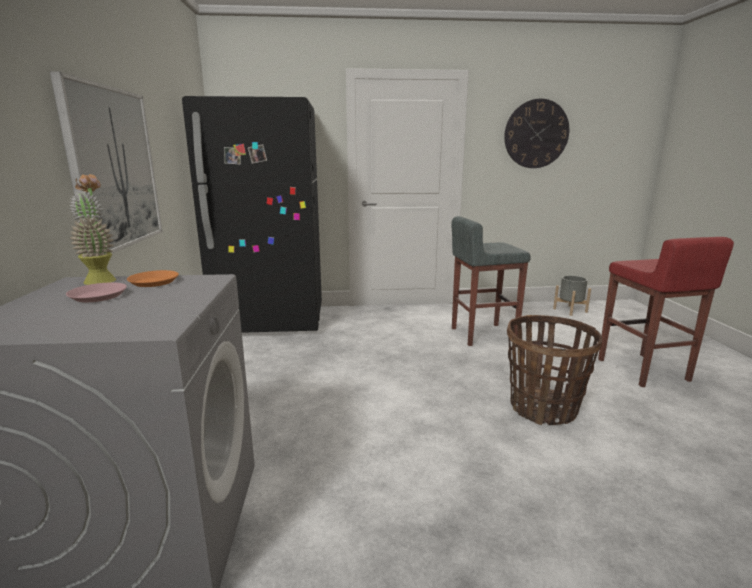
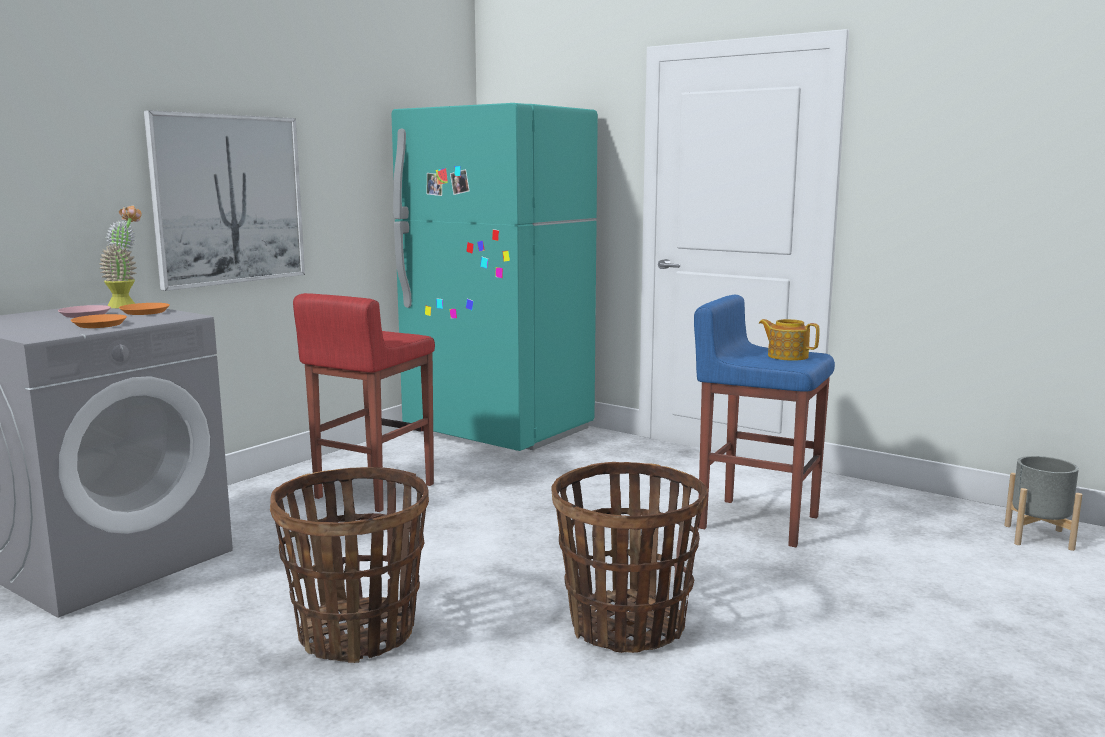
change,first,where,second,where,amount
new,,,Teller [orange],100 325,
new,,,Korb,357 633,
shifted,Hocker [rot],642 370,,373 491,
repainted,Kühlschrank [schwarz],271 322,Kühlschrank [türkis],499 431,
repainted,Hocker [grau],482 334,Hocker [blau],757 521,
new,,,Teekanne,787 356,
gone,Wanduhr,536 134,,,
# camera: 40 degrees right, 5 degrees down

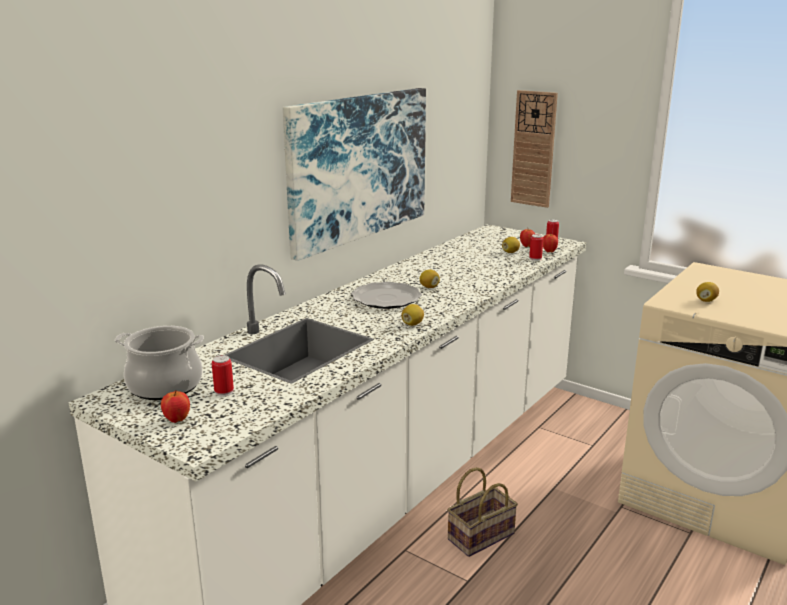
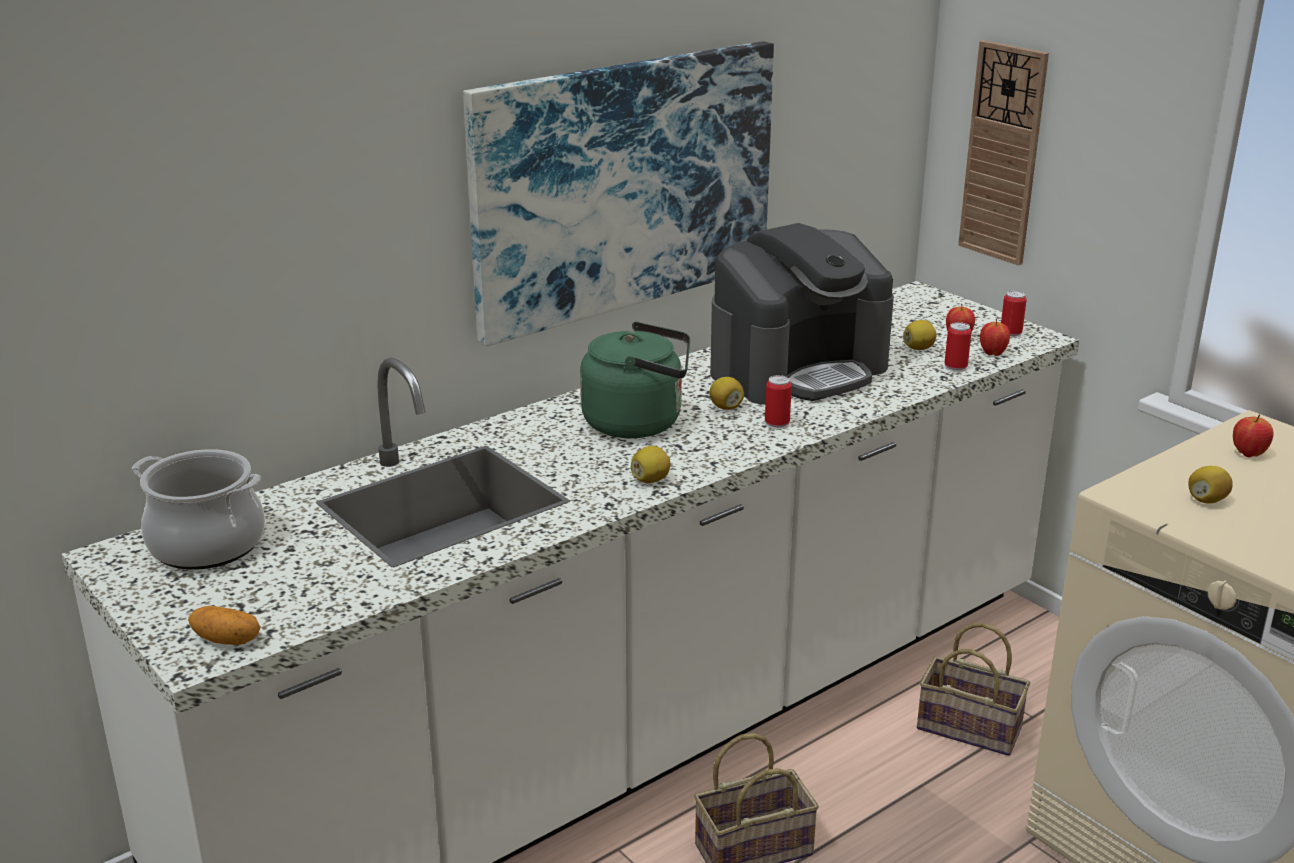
change,first,where,second,where,amount
new,,,Kartoffel,227 640,
swapped,Teller,386 298,Wasserkessel [grün],639 423,
new,,,Kaffeemaschine,798 369,
shifted,Dose,224 392,,777 424,
new,,,Korb,972 728,
shifted,Apfel,177 420,,1248 454,
# camera: 15 degrees right, 5 degrees up

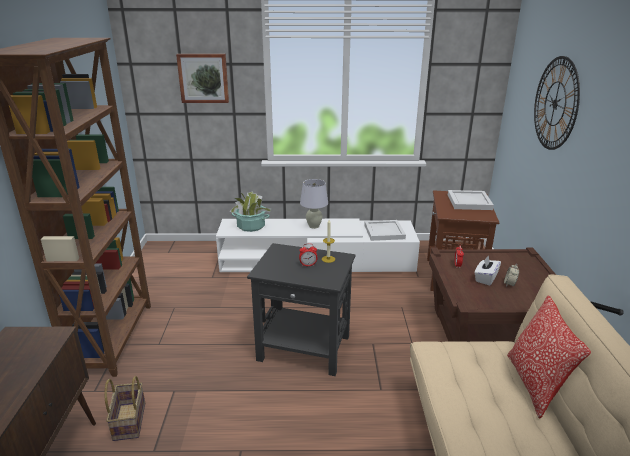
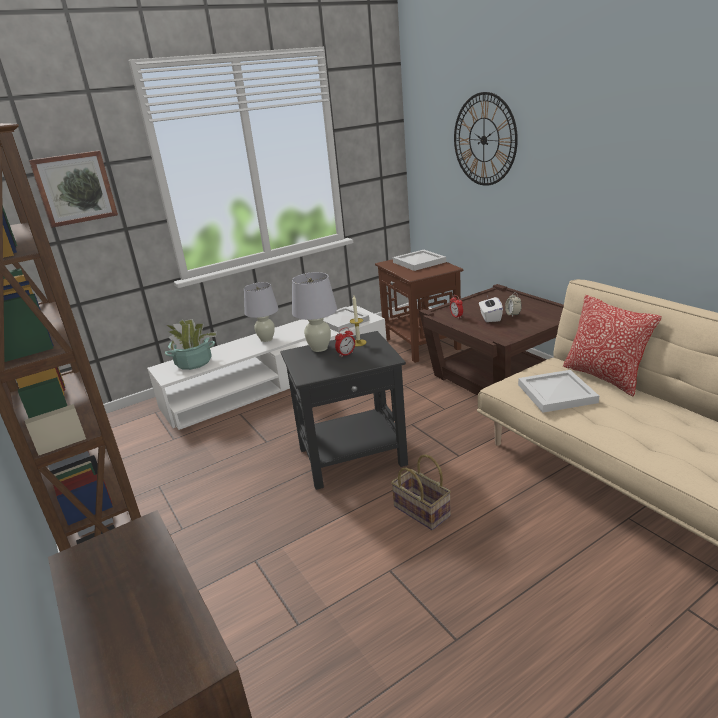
change,first,where,second,where,amount
new,,,Tischlampe [weiß],319 348,
shifted,Korb,128 420,,420 511,
new,,,Tablett [weiß],556 394,
# camera: 30 degrees left, 0 degrees up

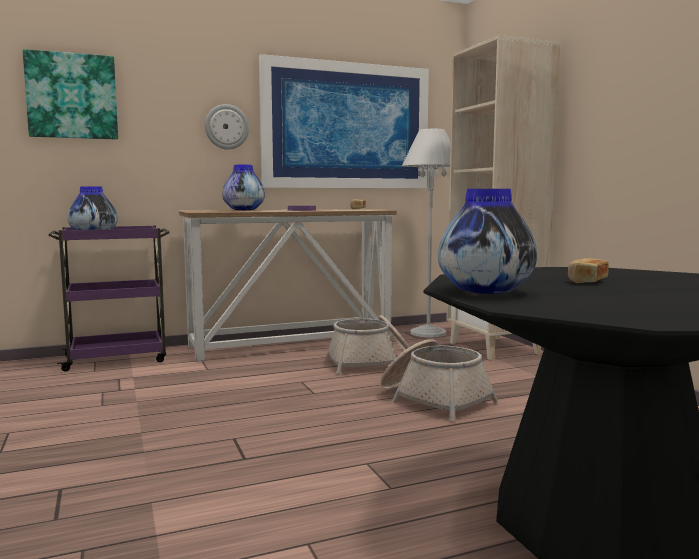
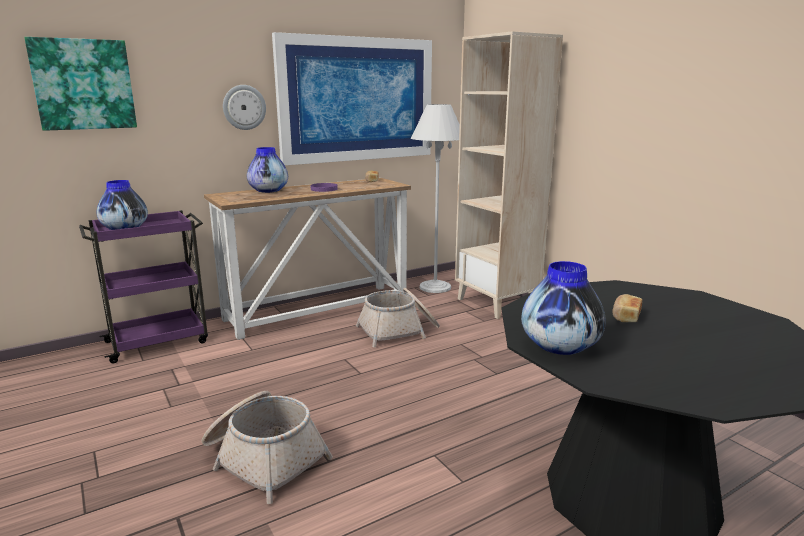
change,first,where,second,where,amount
shifted,Korb,434 399,,263 458,
# camera: 10 degrees left, 10 degrees up

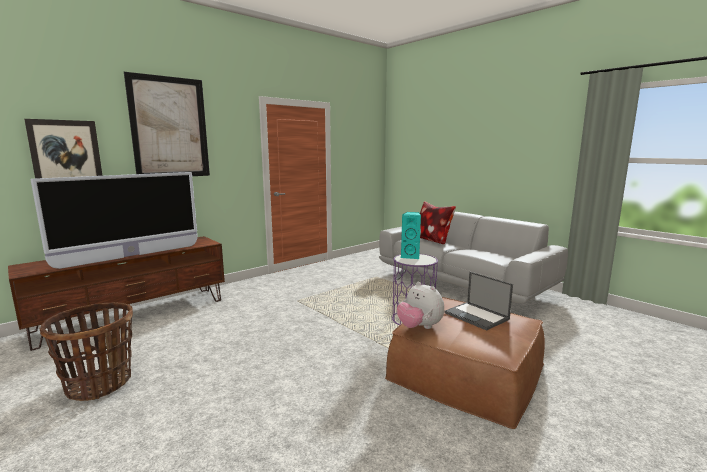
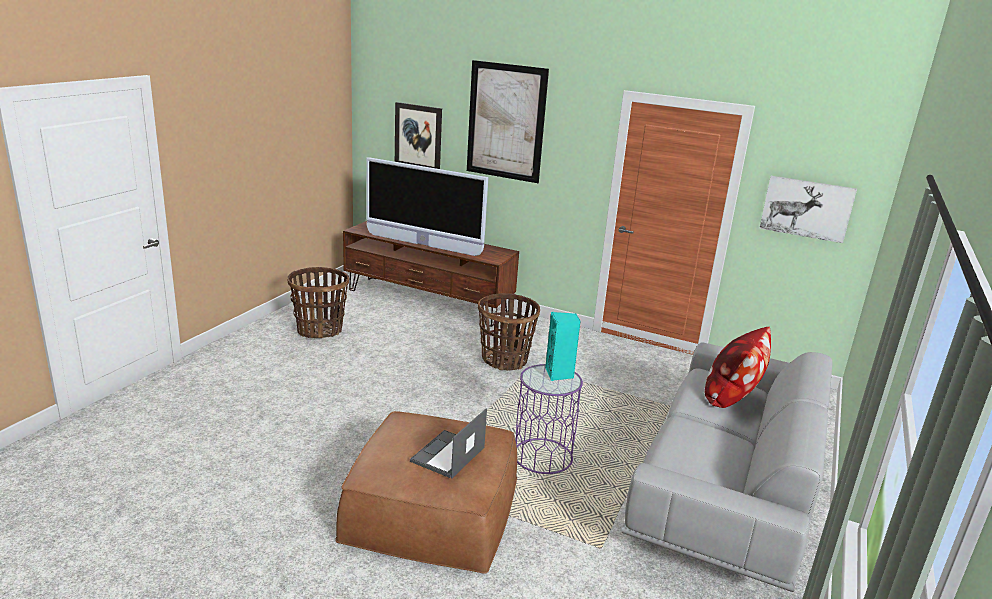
change,first,where,second,where,amount
new,,,Korb,505 360,
new,,,Bild,806 208,
gone,Plüschtier,419 327,,,
# camera: 65 degrees right, 10 degrees up

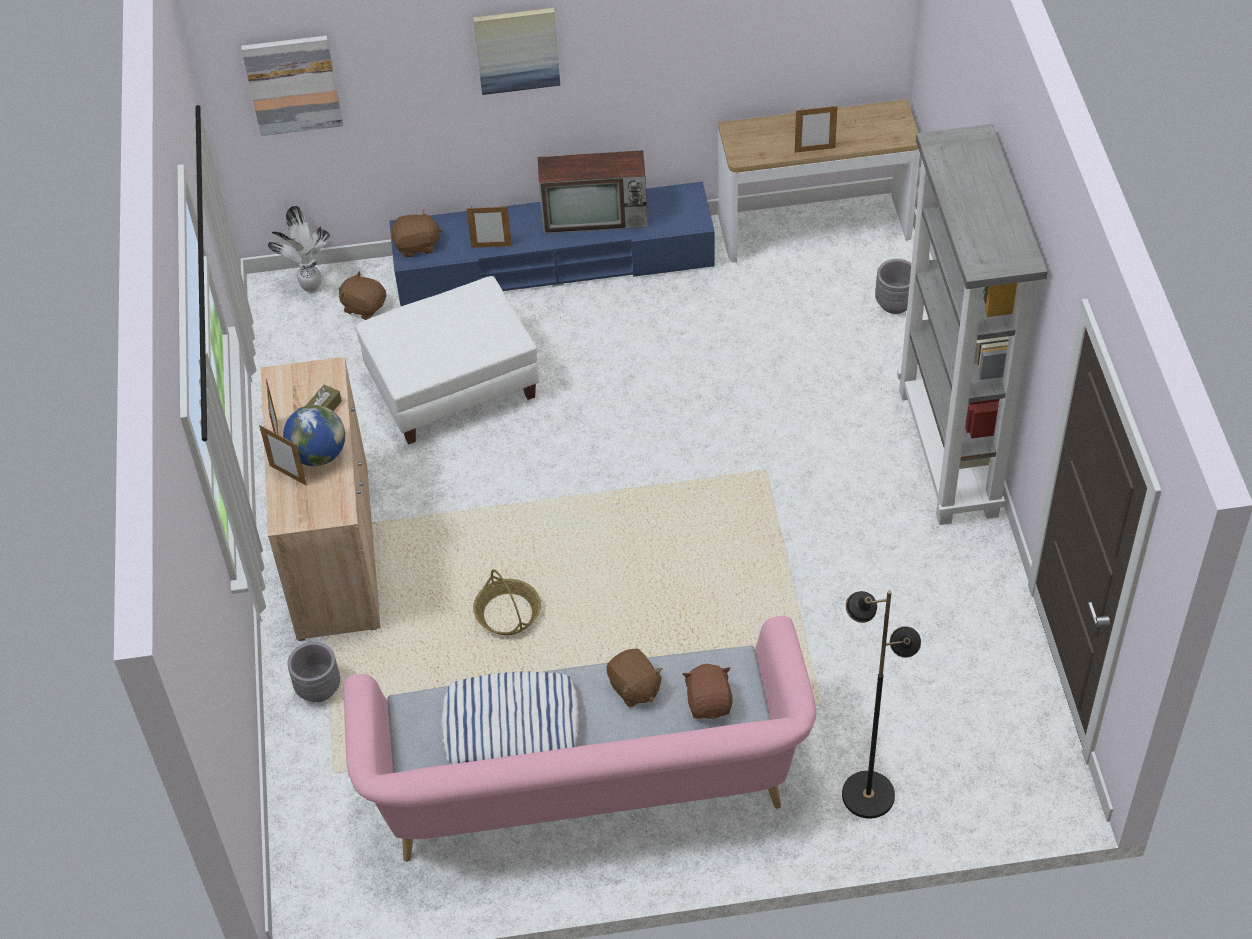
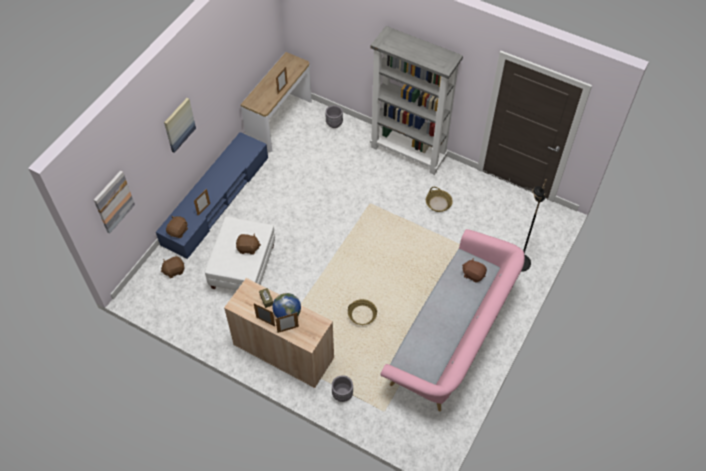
change,first,where,second,where,amount
shifted,Plüschtier [braun],634 688,,248 248,
new,,,Korb,438 203,
gone,Topfpflanze,309 288,,,
gone,Kissen,511 726,,,
gone,Fernseher,596 216,,,
# camera: 55 degrees left, 5 degrees up

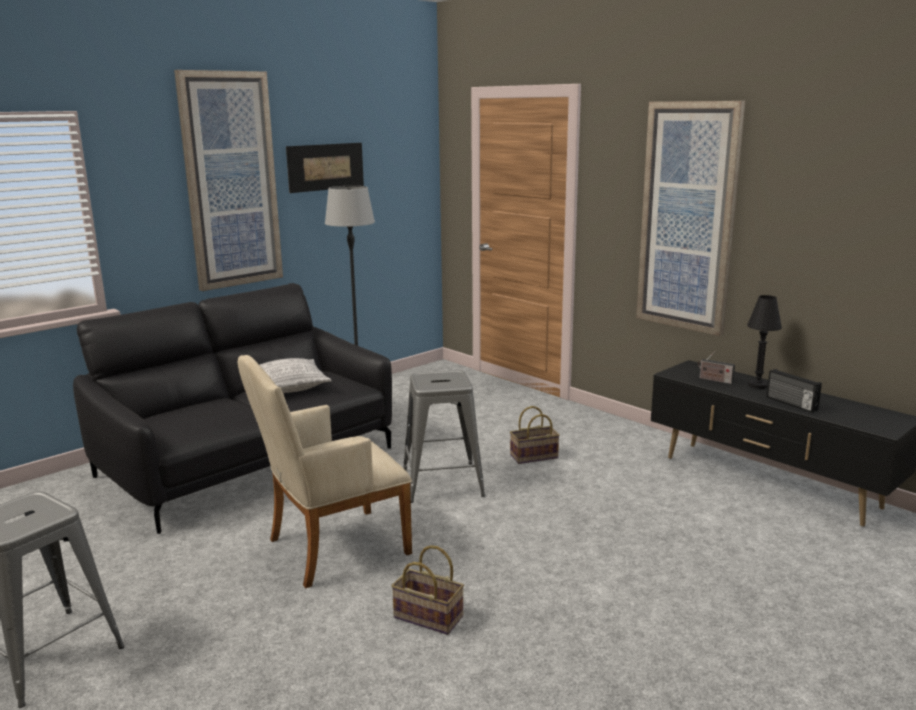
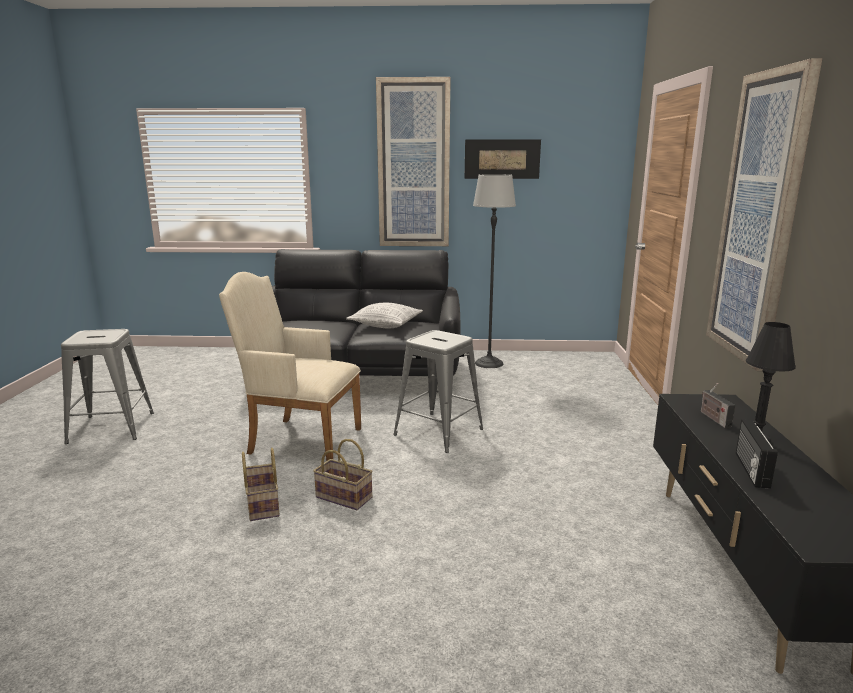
change,first,where,second,where,amount
shifted,Korb,533 457,,342 497,
# camera: 45 degrees right, 0 degrees up

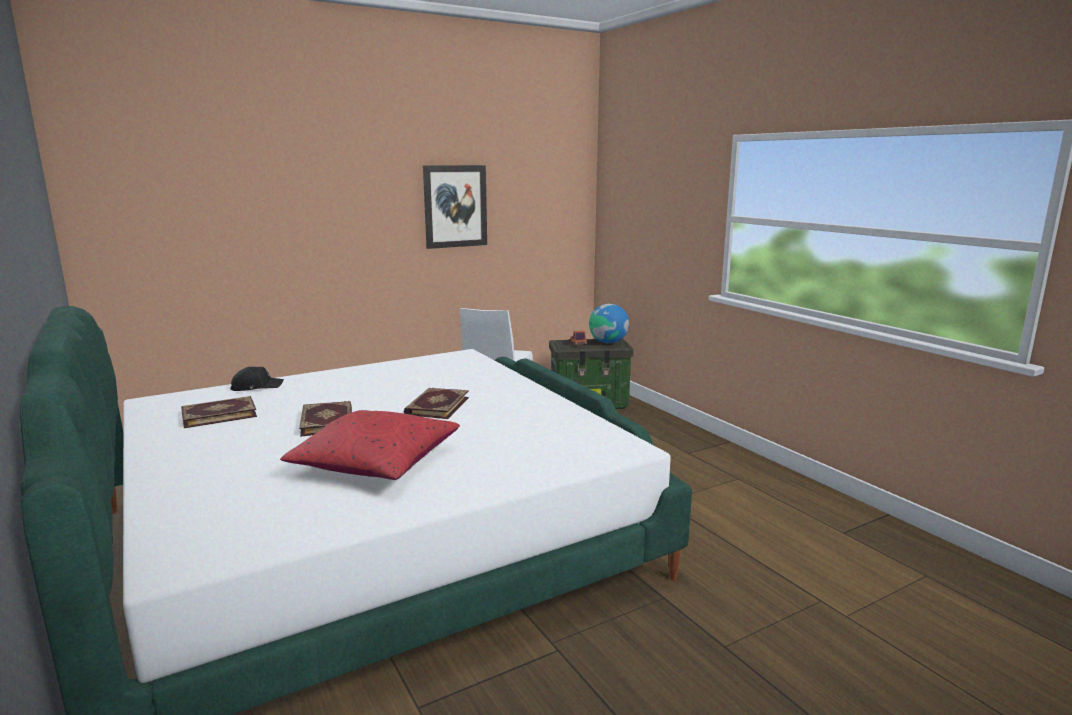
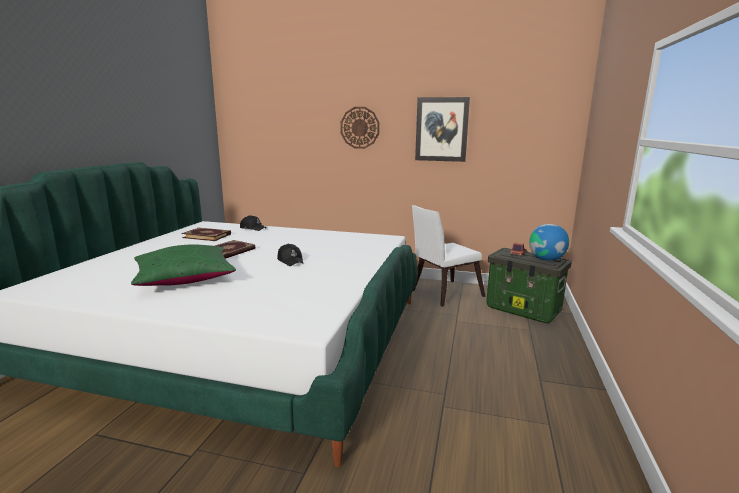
change,first,where,second,where,amount
repainted,Kissen [rot],377 463,Kissen [grün],185 278,
swapped,Buch,436 406,Kappe [schwarz],290 260,
new,,,Wanduhr,360 127,
# camera: 45 degrees right, 0 degrees up

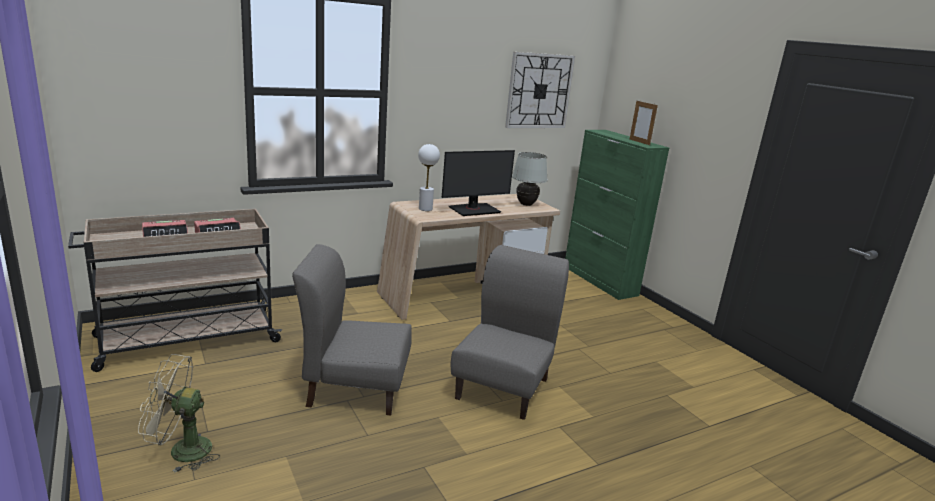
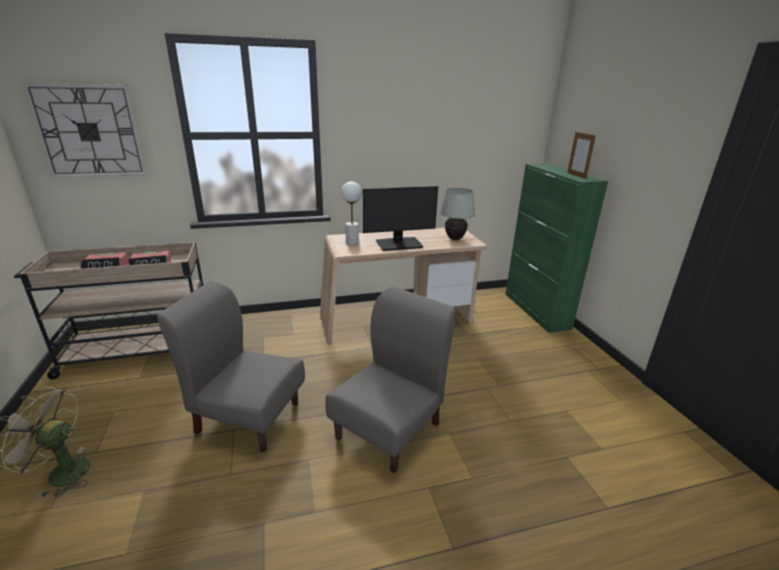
change,first,where,second,where,amount
shifted,Wanduhr,539 91,,89 131,
# camera: 15 degrees right, 5 degrees up

